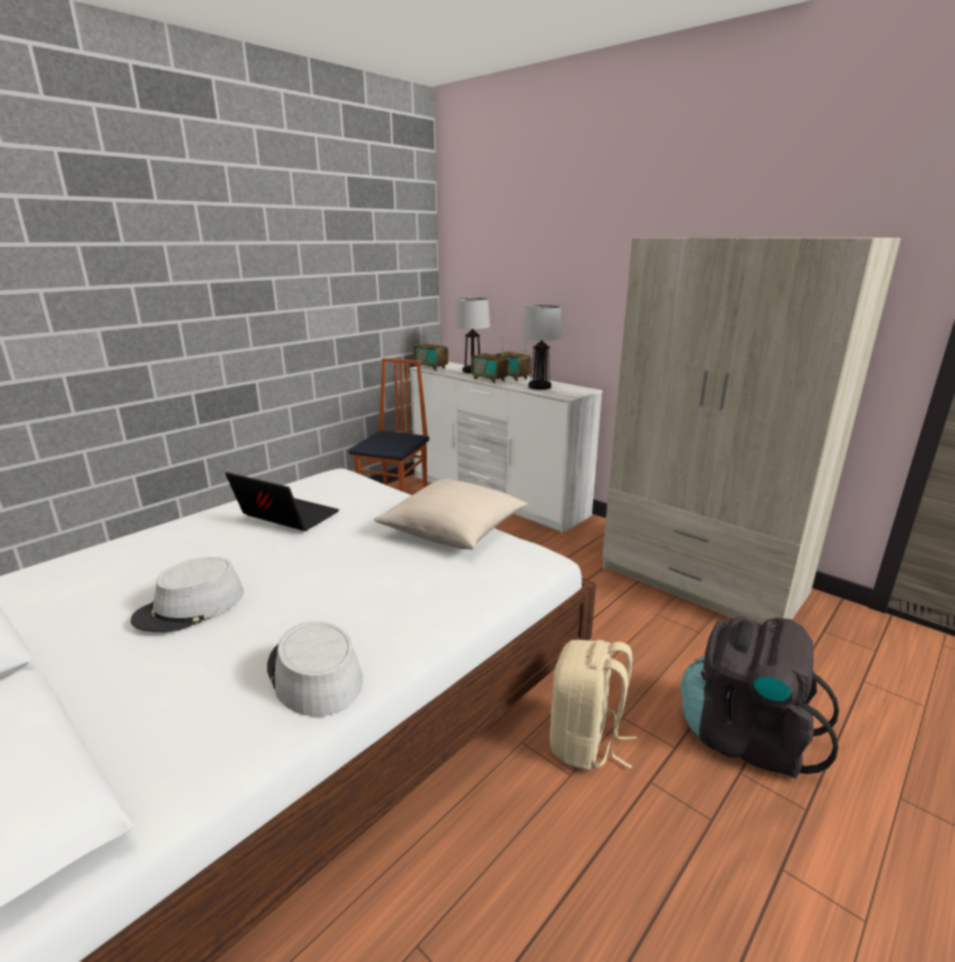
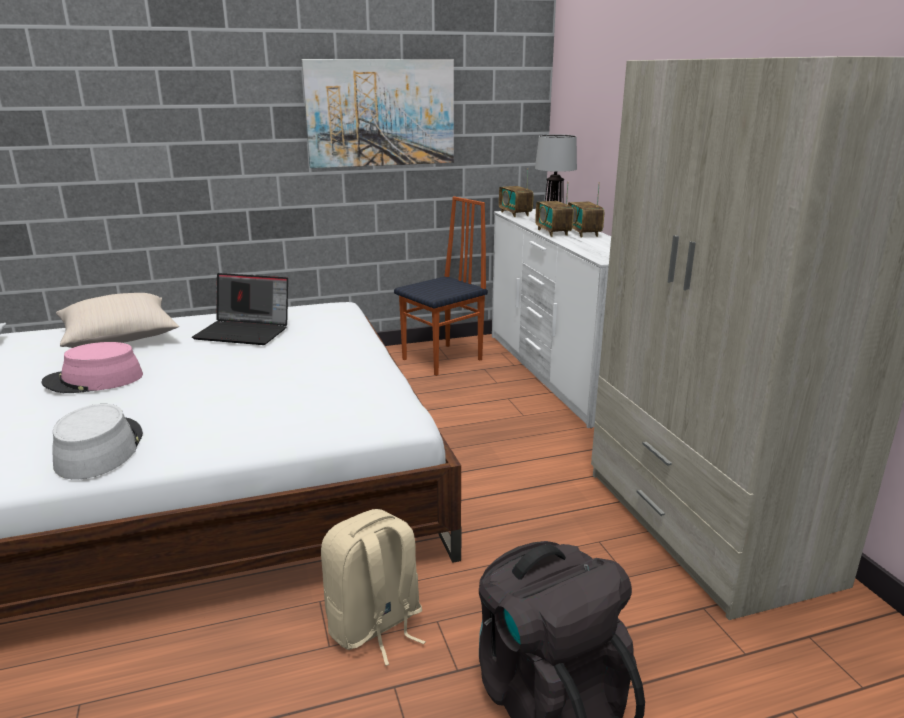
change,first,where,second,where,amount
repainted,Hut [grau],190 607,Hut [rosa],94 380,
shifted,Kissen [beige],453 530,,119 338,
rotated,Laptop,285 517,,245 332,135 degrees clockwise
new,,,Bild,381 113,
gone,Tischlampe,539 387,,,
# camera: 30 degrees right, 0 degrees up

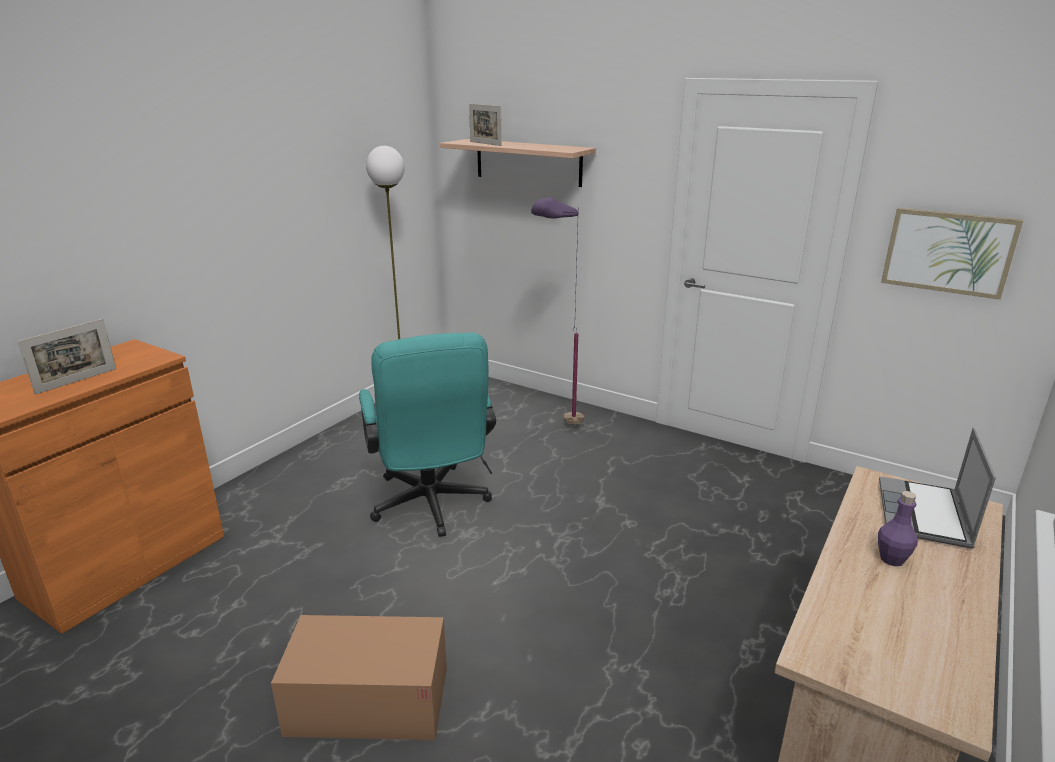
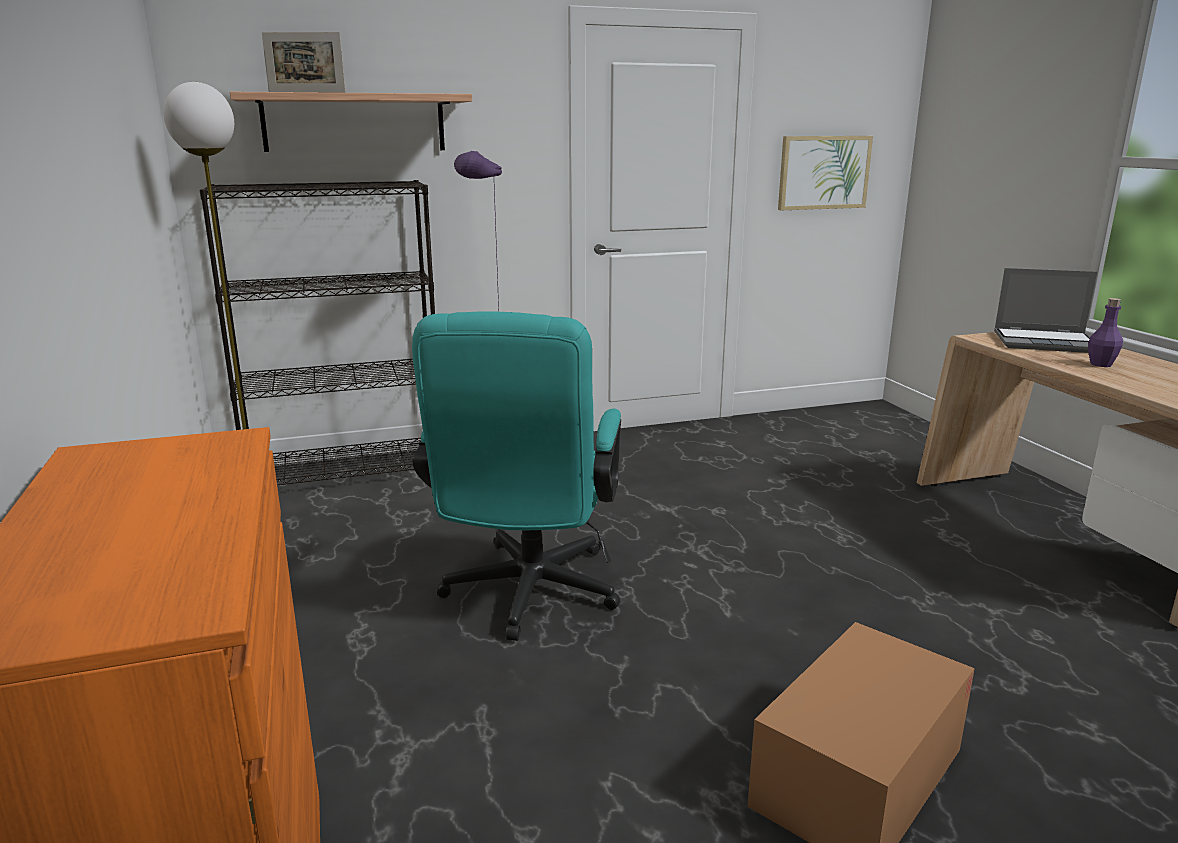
change,first,where,second,where,amount
new,,,Bücherregal [schwarz],348 473,
rotated,Bürostuhl [türkis],431 507,,527 597,75 degrees clockwise
rotated,Laptop,925 515,,1045 342,45 degrees counterclockwise
gone,Bilderrahmen,77 381,,,
# camera: 50 degrees left, 5 degrees down

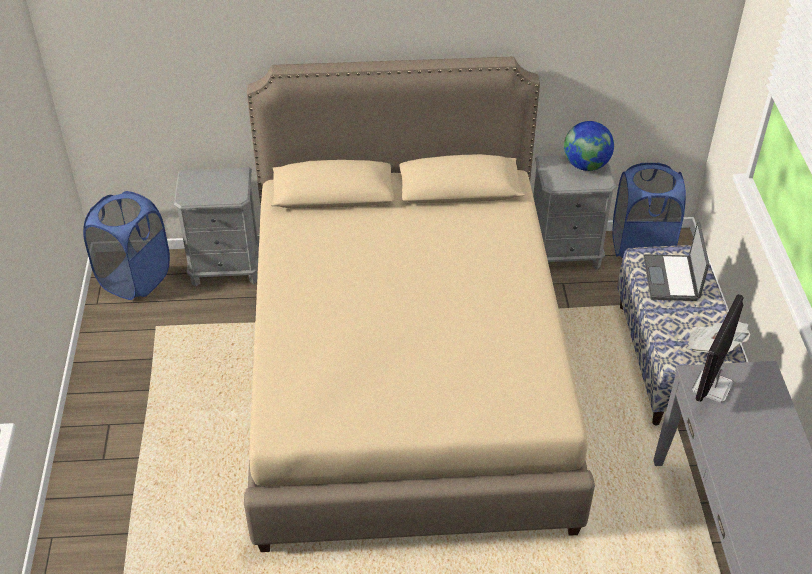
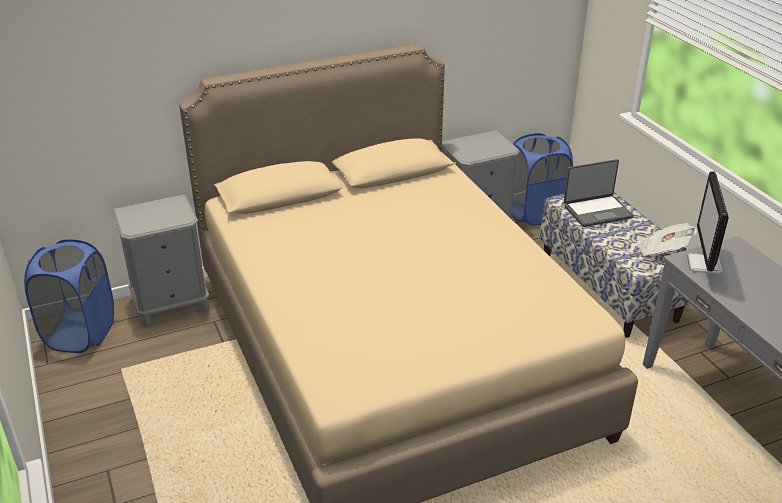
change,first,where,second,where,amount
rotated,Laptop,672 279,,597 211,90 degrees counterclockwise
gone,Globus,586 165,,,
# camera: 20 degrees left, 10 degrees down

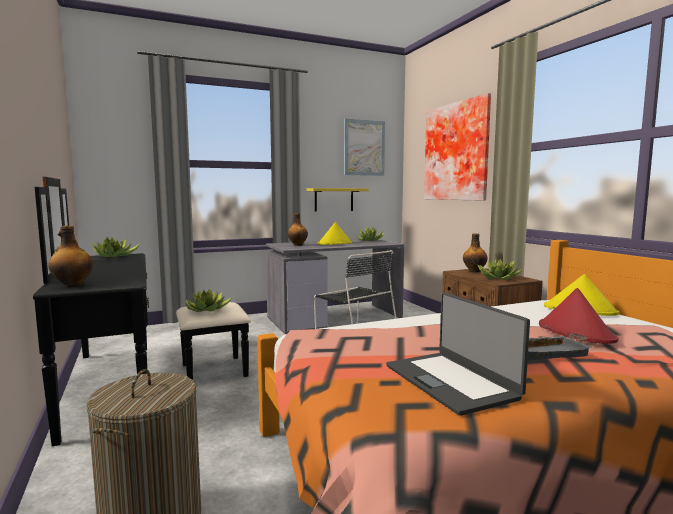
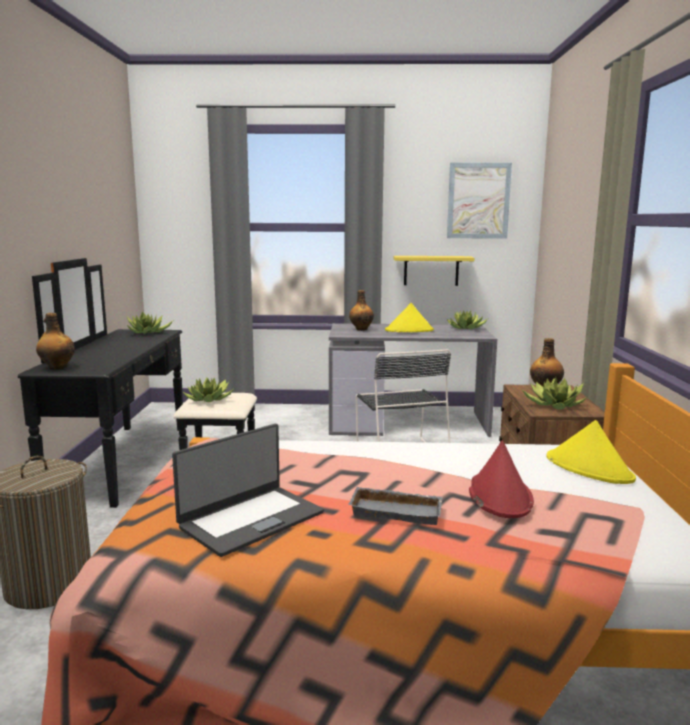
change,first,where,second,where,amount
rotated,Laptop,451 381,,250 519,135 degrees counterclockwise
gone,Bild,458 152,,,
# camera: 25 degrees right, 5 degrees up

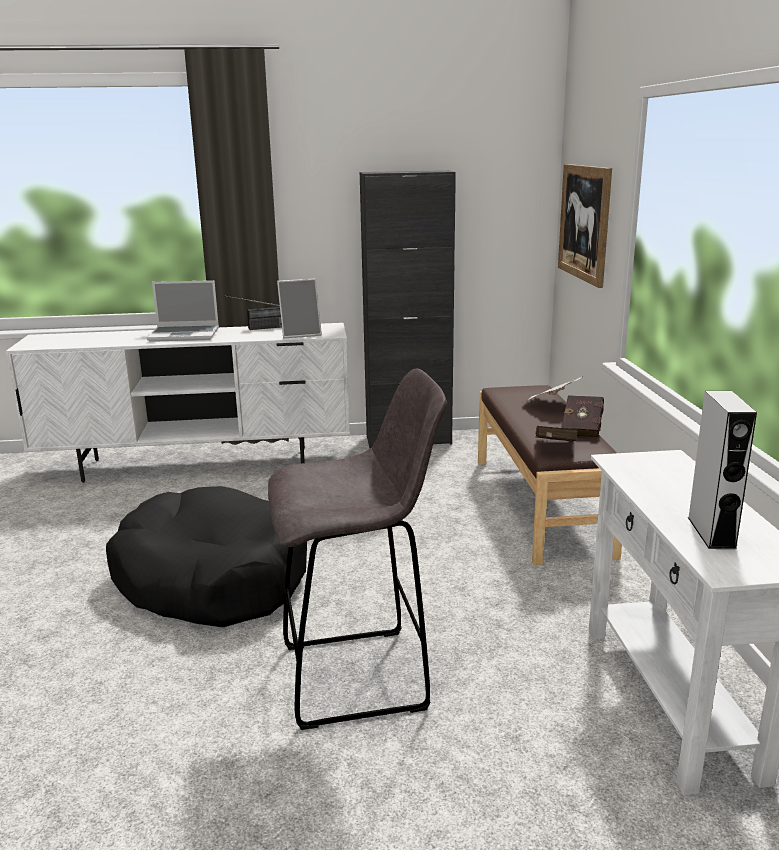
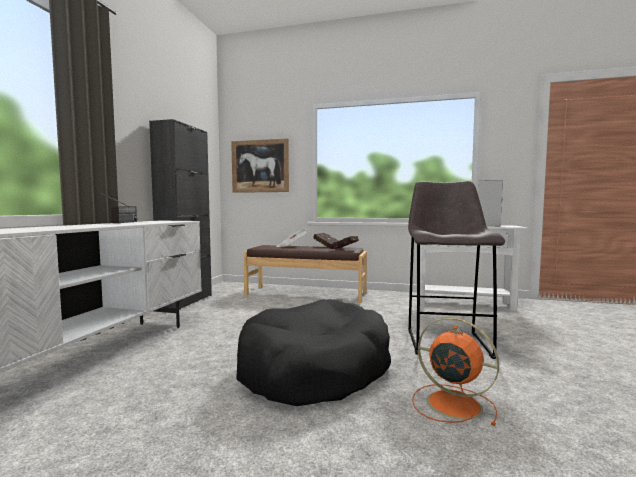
change,first,where,second,where,amount
new,,,Ventilator [orange],451 403,
gone,Laptop,185 335,,,
gone,Bilderrahmen,301 334,,,
# camera: 70 degrees left, 15 degrees down

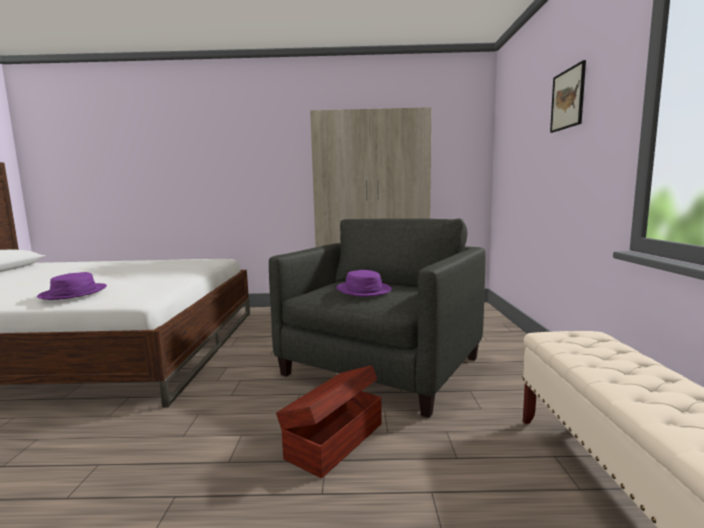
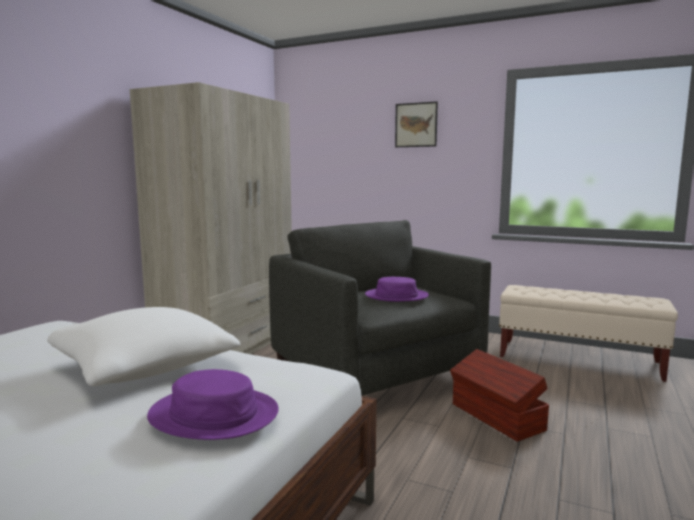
change,first,where,second,where,amount
new,,,Kissen [weiß],144 367,
# camera: 65 degrees left, 0 degrees up

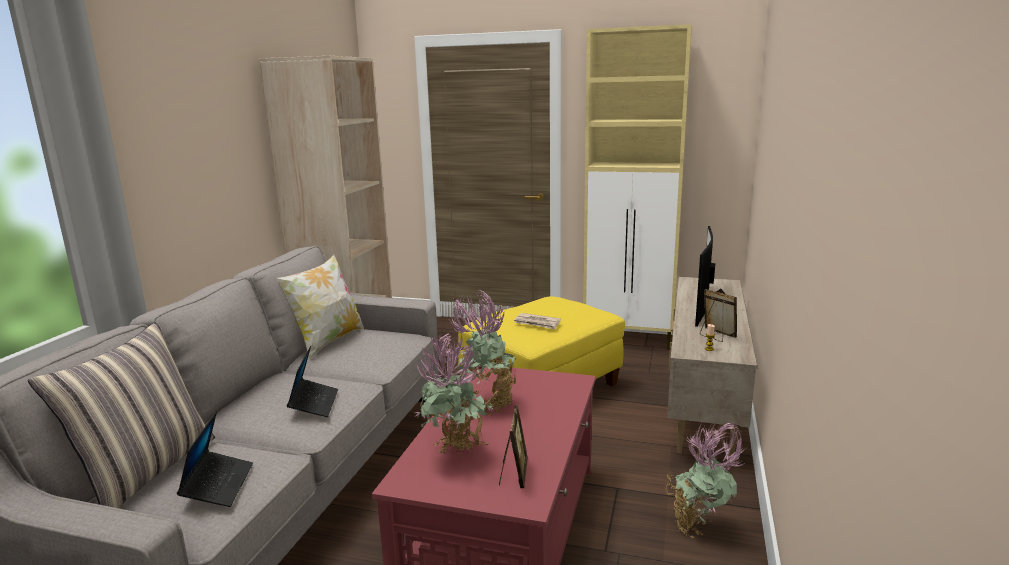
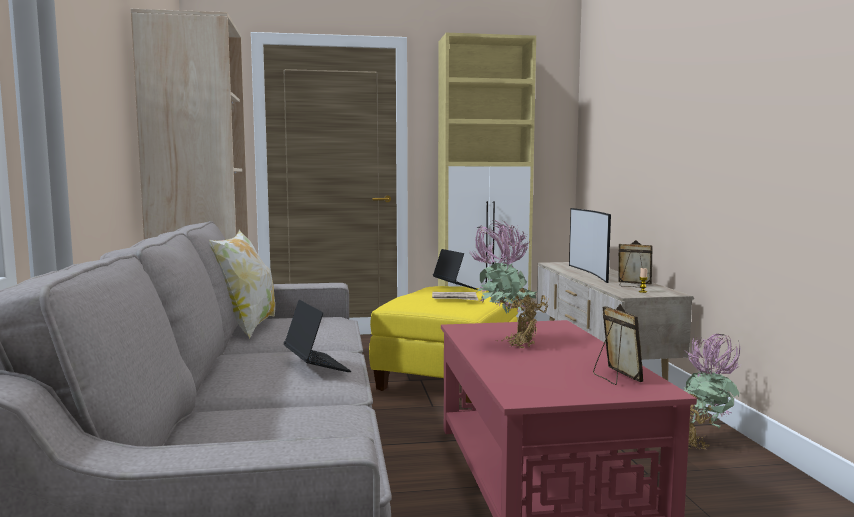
change,first,where,second,where,amount
shifted,Laptop,218 485,,454 287,
gone,Kissen,146 470,,,
gone,Topfpflanze,457 454,,,
# camera: 25 degrees left, 10 degrees down

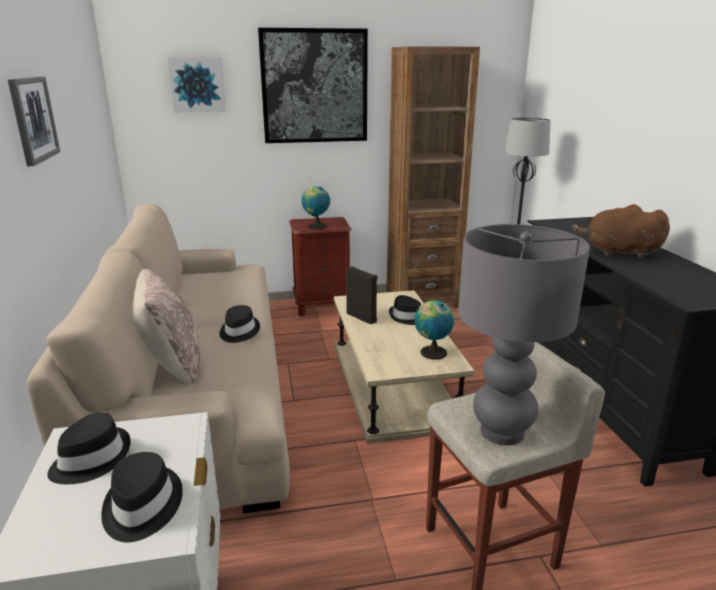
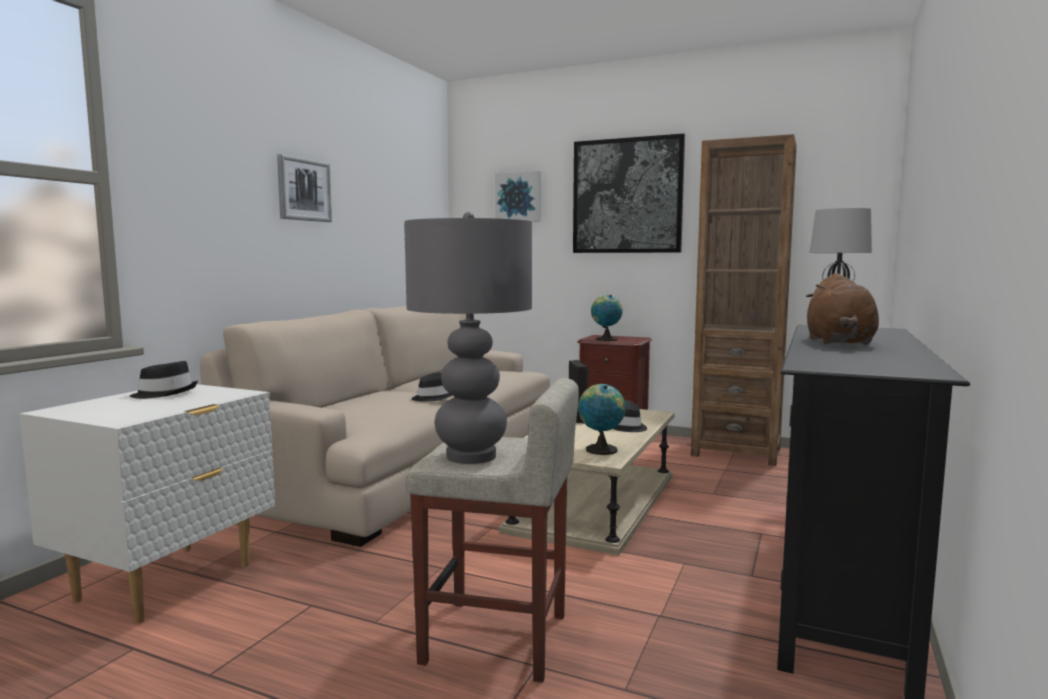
change,first,where,second,where,amount
rotated,Plüschtier [braun],618 252,,839 342,135 degrees counterclockwise
gone,Hut [schwarz],141 506,,,
gone,Kissen [beige],172 364,,,
# camera: 35 degrees right, 15 degrees down

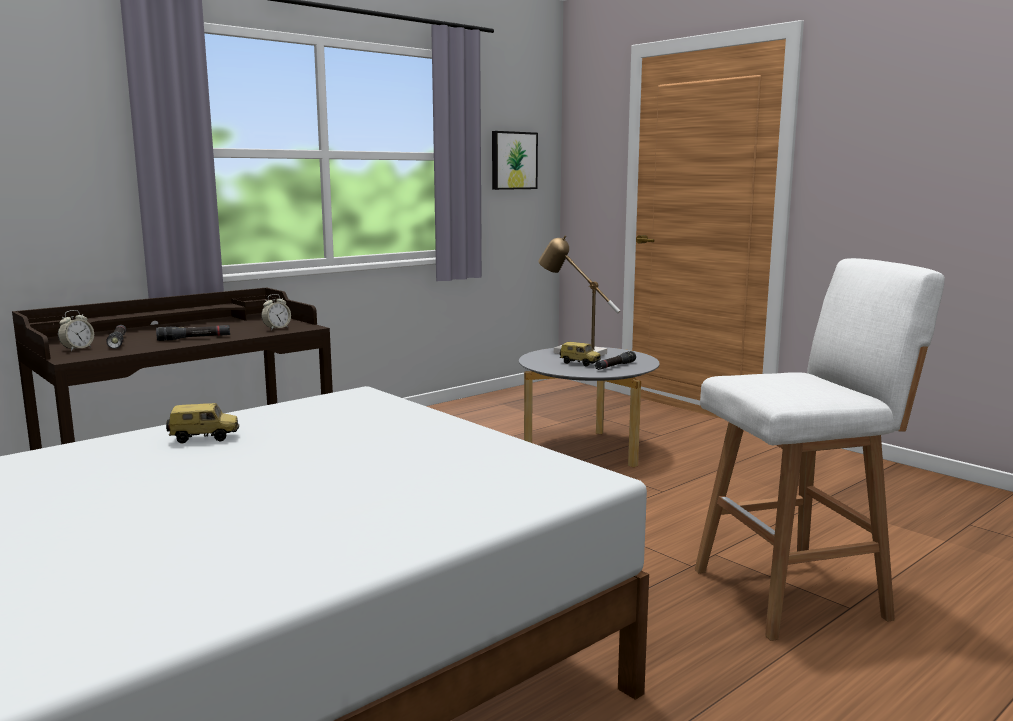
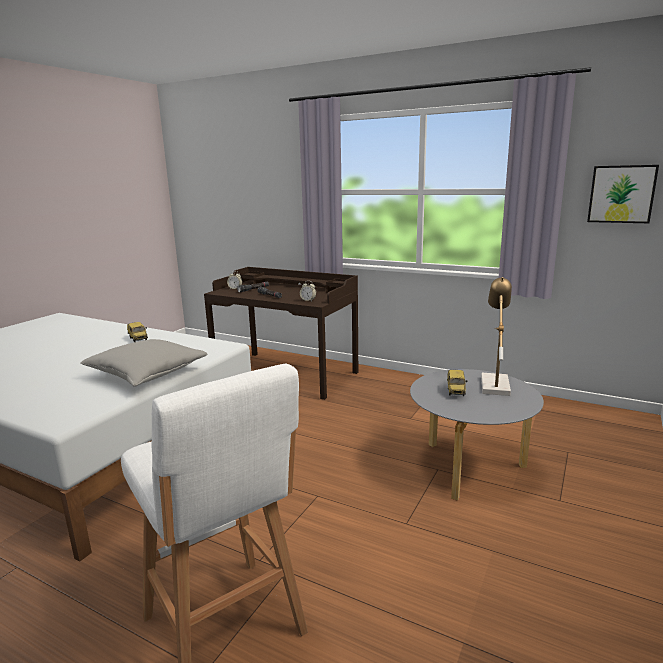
change,first,where,second,where,amount
new,,,Kissen [grau],147 374,
gone,Taschenlampe [schwarz],615 366,,,
# camera: 70 degrees right, 5 degrees up

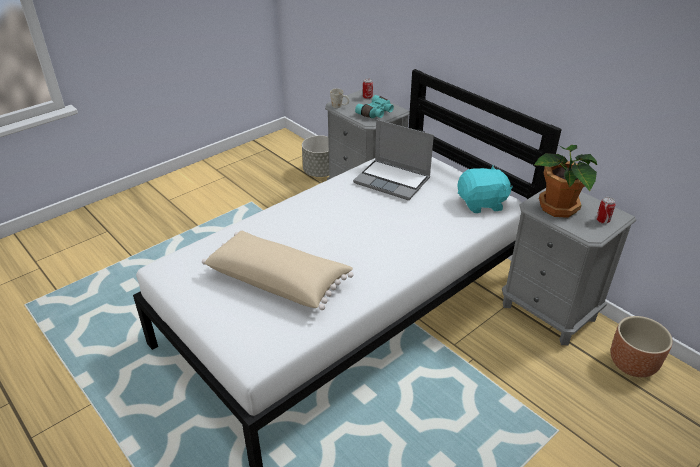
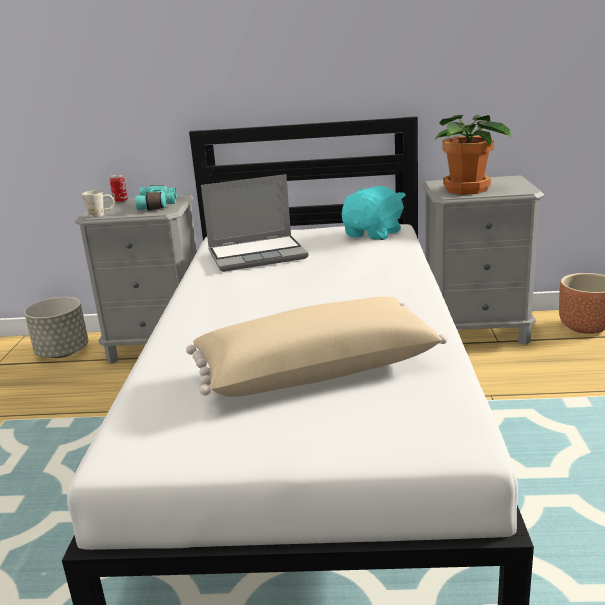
change,first,where,second,where,amount
gone,Dose,602 220,,,
# camera: 45 degrees left, 15 degrees down

